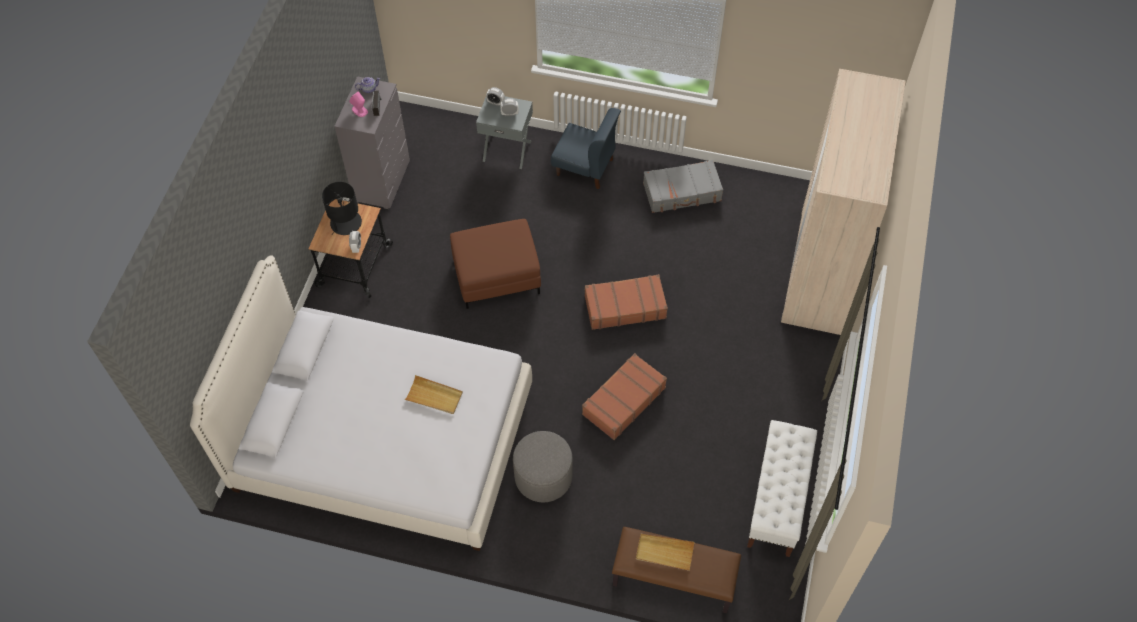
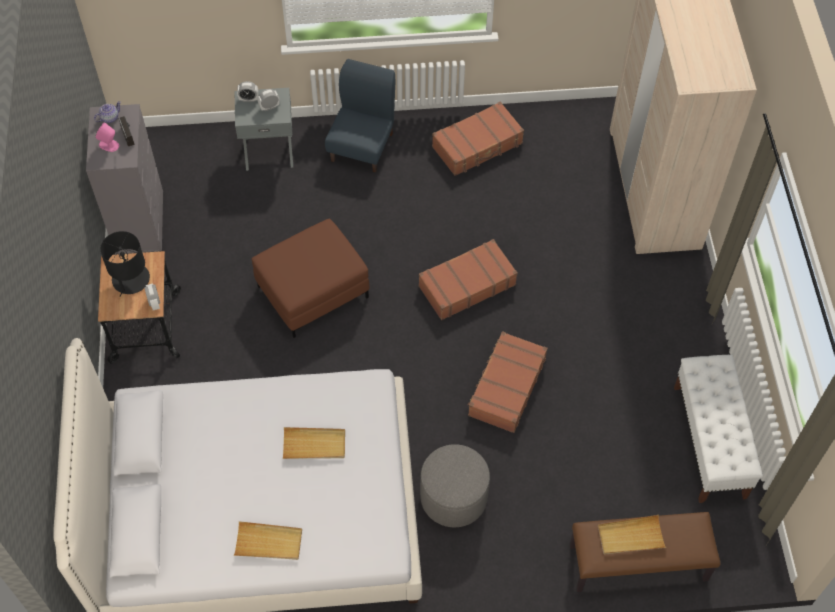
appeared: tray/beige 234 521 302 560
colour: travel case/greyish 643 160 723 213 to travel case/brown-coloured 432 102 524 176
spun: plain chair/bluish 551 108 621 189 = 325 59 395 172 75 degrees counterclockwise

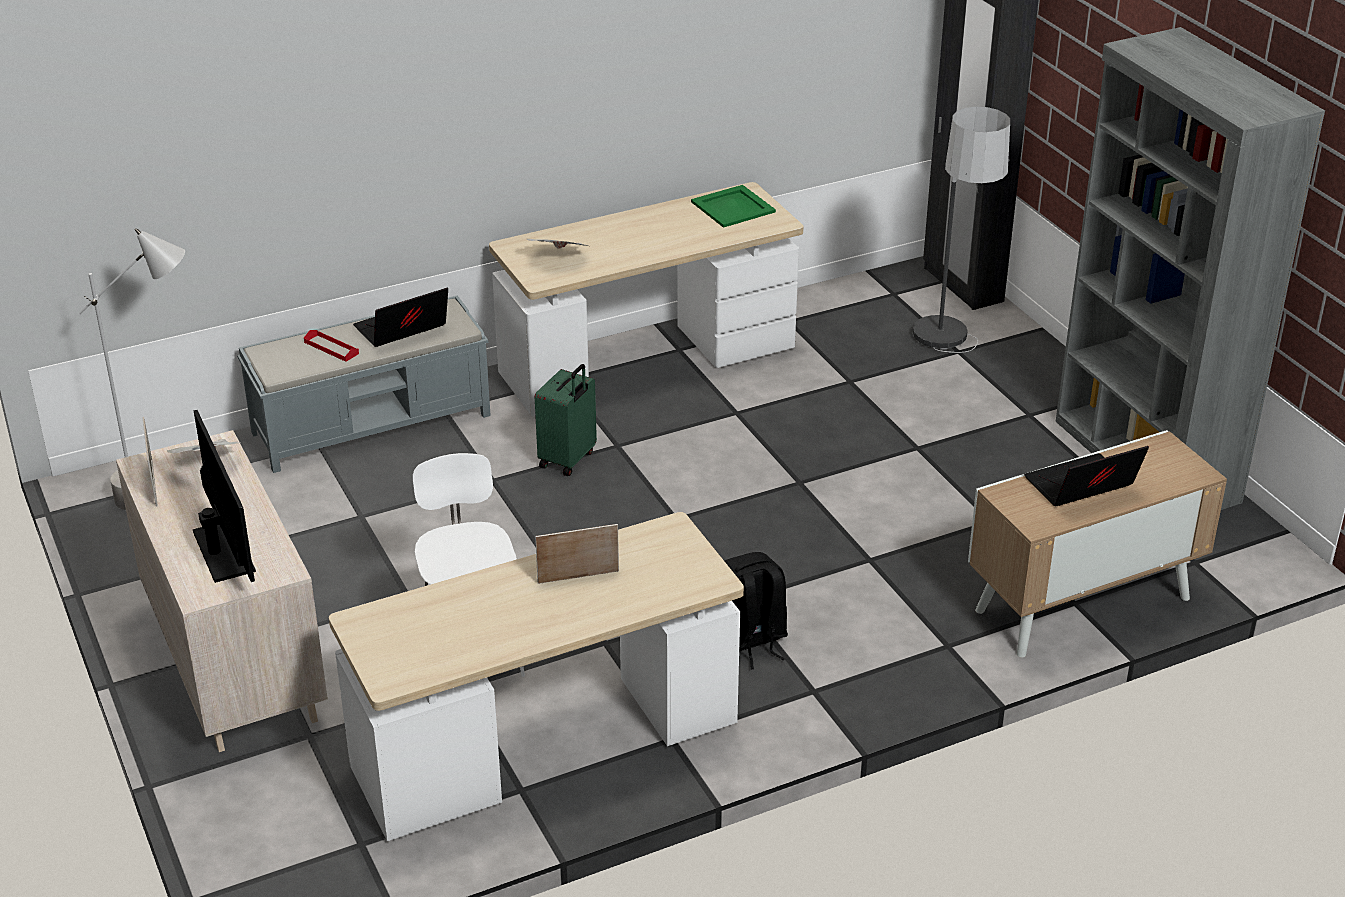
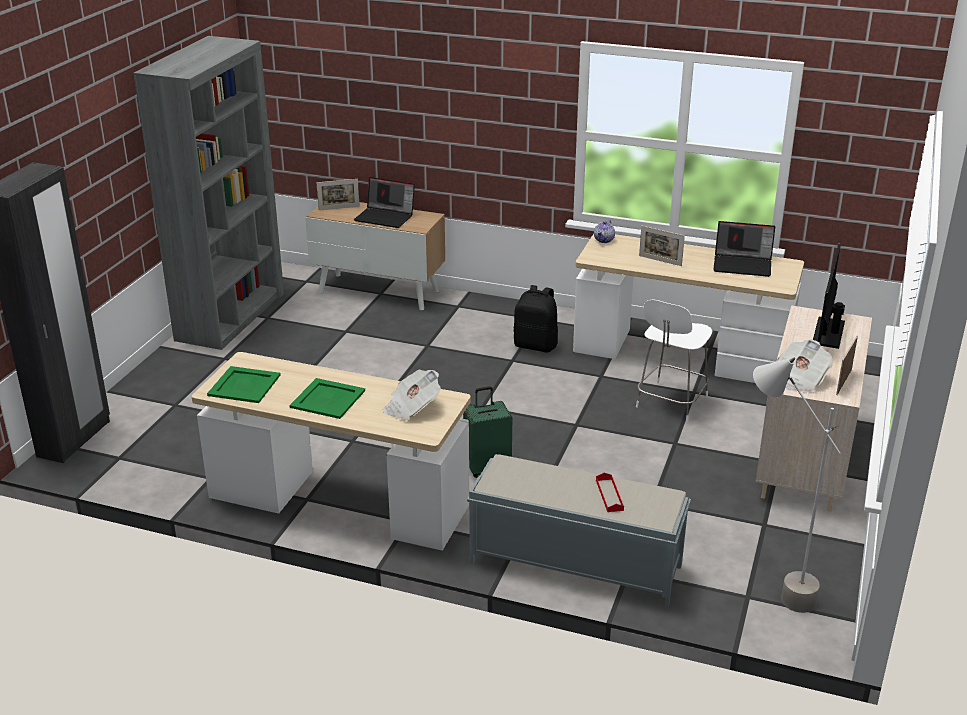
missing: floor lamp 913 107 1010 353
appeared: tray/green-coloured 289 378 365 419; photo frame 317 179 359 210; teapot 594 220 615 243
relocated: laptop 353 288 448 347 to 713 221 775 277

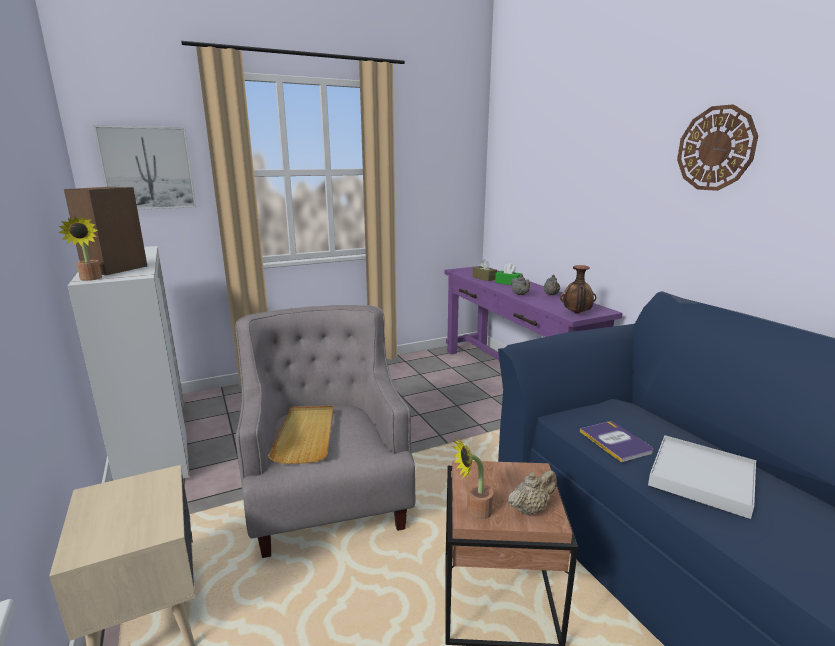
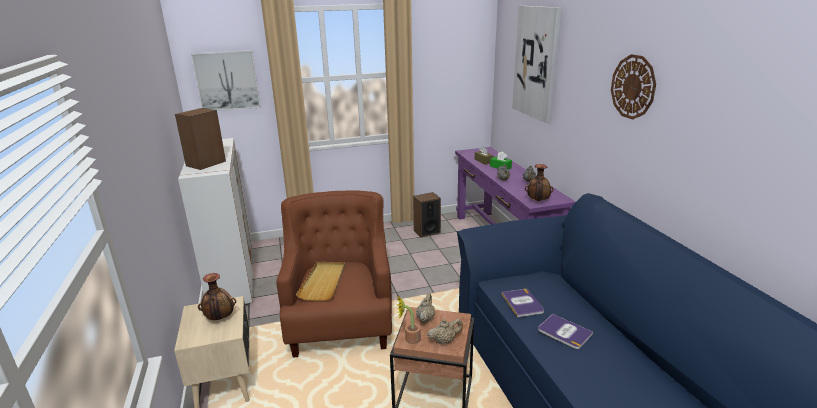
missing: houseplant 58 216 102 281
appeared: decorative vase 198 273 236 320; audio speaker 413 192 441 238; teapot/beige 416 293 435 323; picture 512 6 561 123
exchanged: tray/whitish 648 435 756 519 to book 538 314 593 349
colour: easy chair/greyish 235 305 415 558 to easy chair/brown-coloured 276 190 392 358

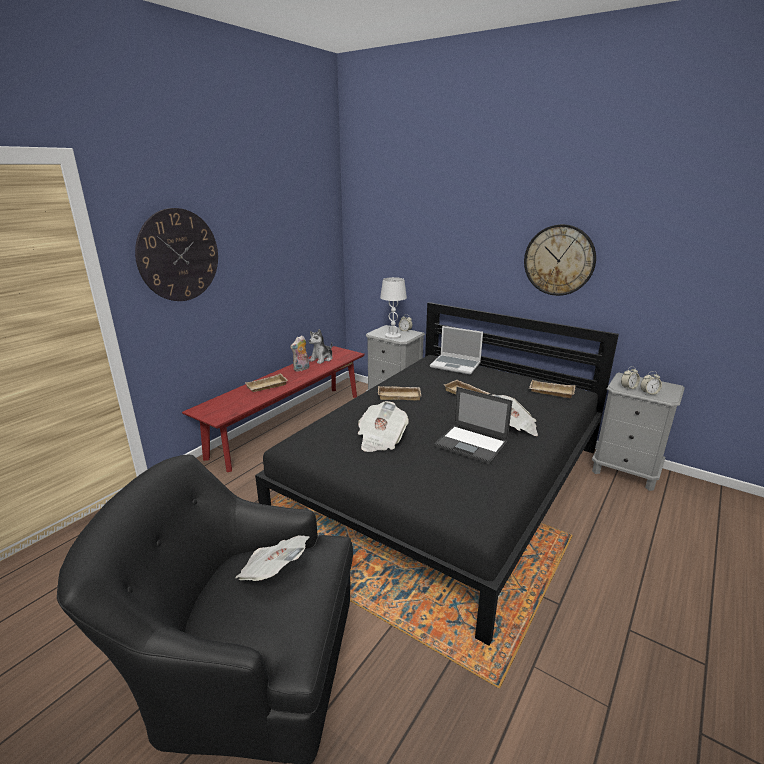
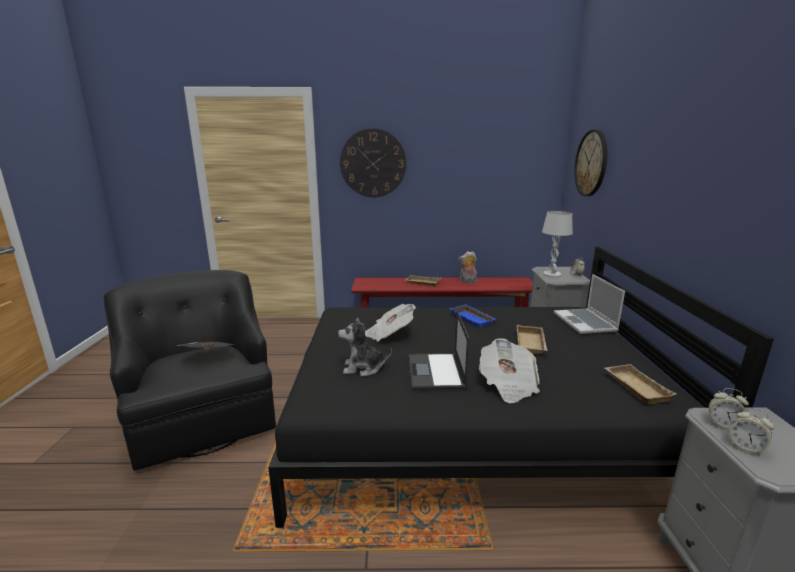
relocated: plush toy 309 329 333 364 to 338 318 392 377; clock on the wall 524 224 596 296 to 574 129 607 196
colour: tray/beige 378 386 421 400 to tray/bluish 450 304 496 328

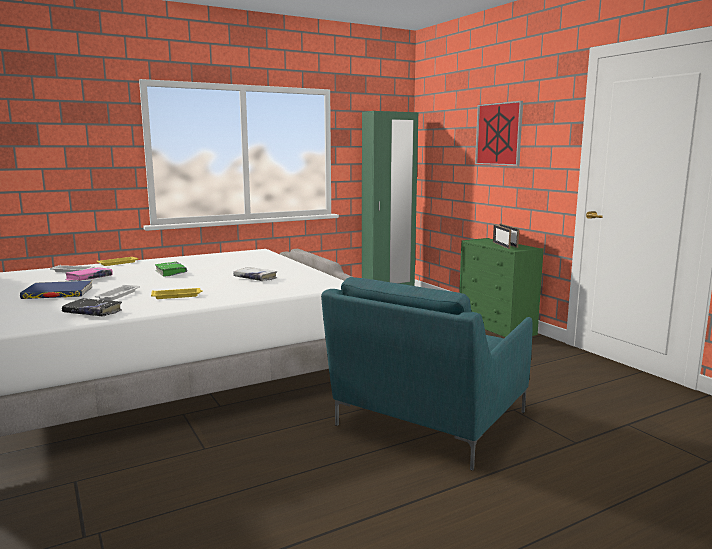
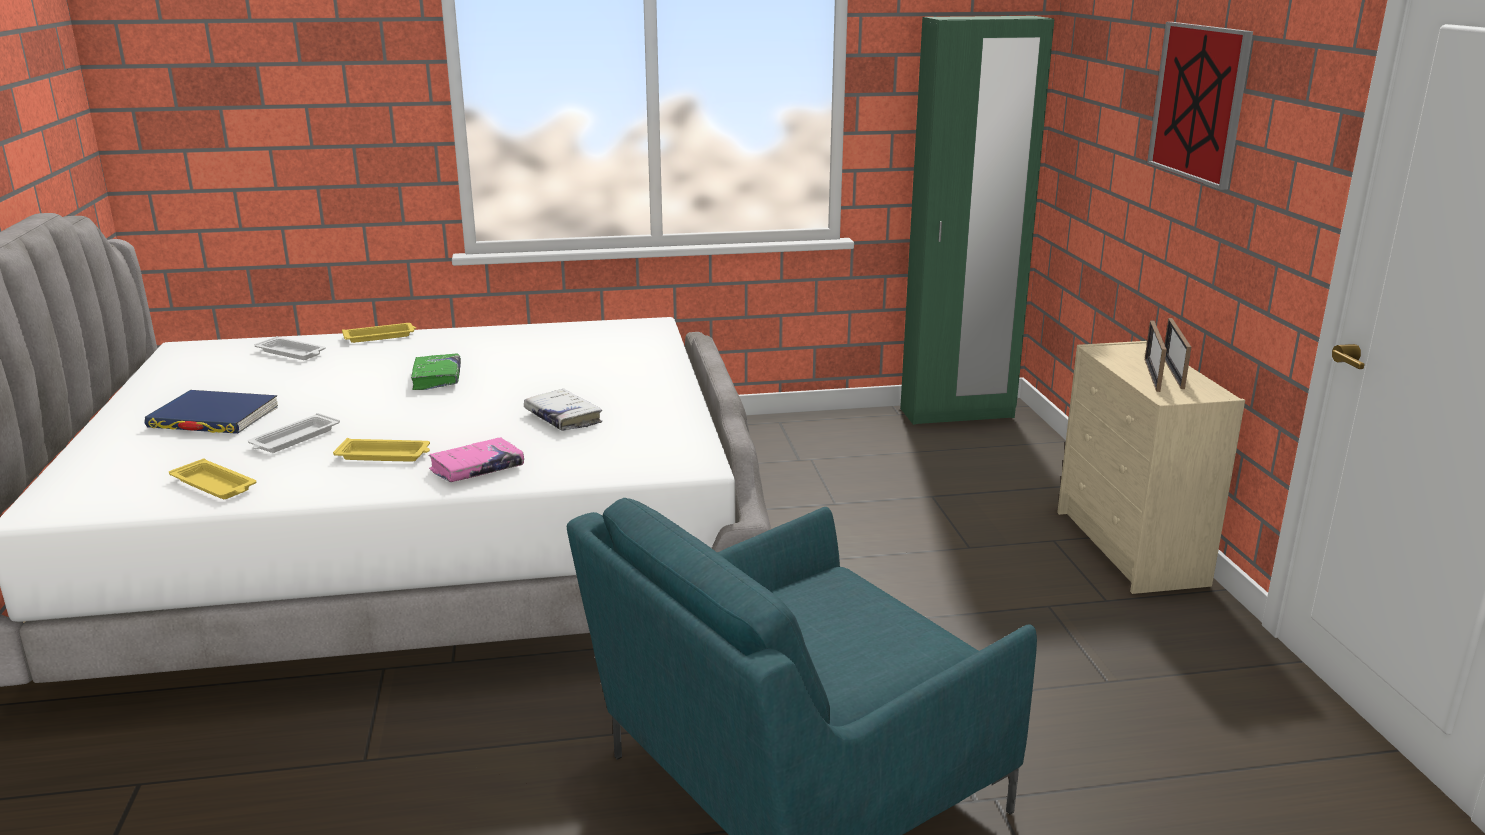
relocated: book/pink 65 267 113 281 to 428 437 524 482
exchanged: book/black 62 298 122 316 to tray/yellow 169 458 256 499
colour: dresser/green-coloured 459 238 544 337 to dresser/beige 1057 341 1245 594

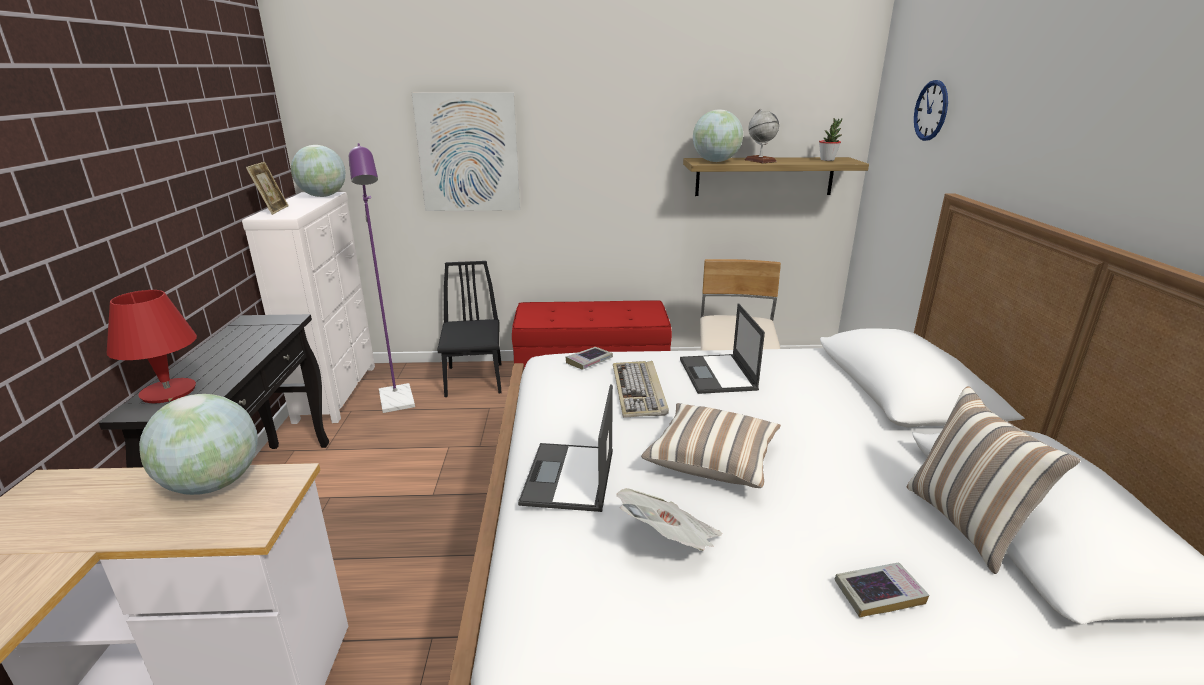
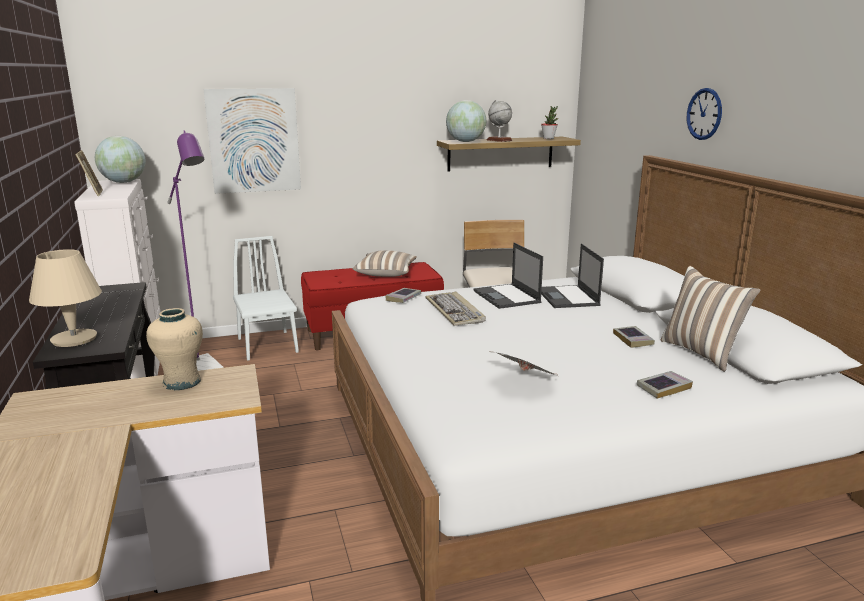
appeared: book 613 326 655 348
relocated: laptop 518 384 613 512 to 541 244 604 308; throw pillow 641 403 781 488 to 353 250 417 277; clock on the wall 914 80 948 141 to 687 88 722 140
exchanged: world globe 139 394 258 495 to decorative vase/beige 146 308 203 390
colour: table lamp/red-coloured 107 290 197 403 to table lamp/beige 29 249 102 347; plain chair/black 437 261 501 397 to plain chair/whitish 233 236 299 361

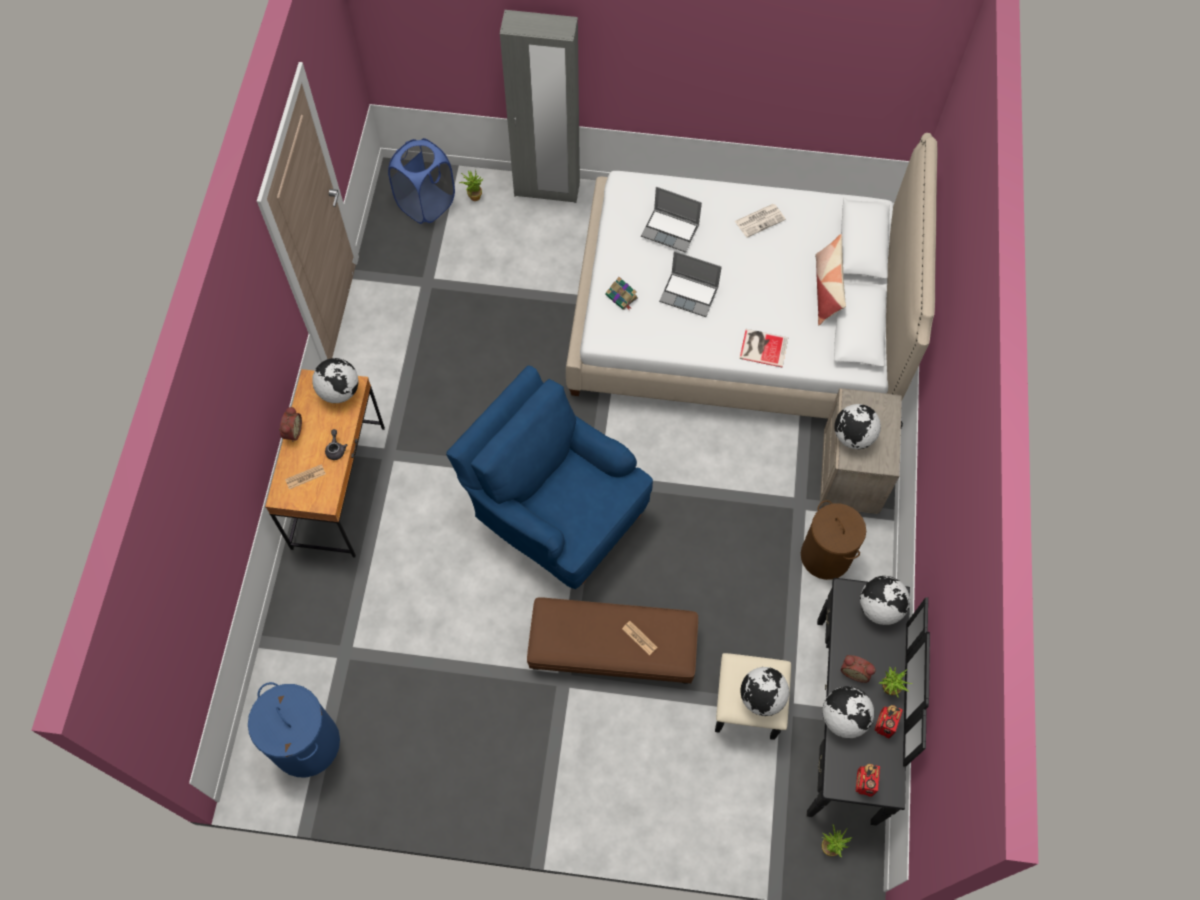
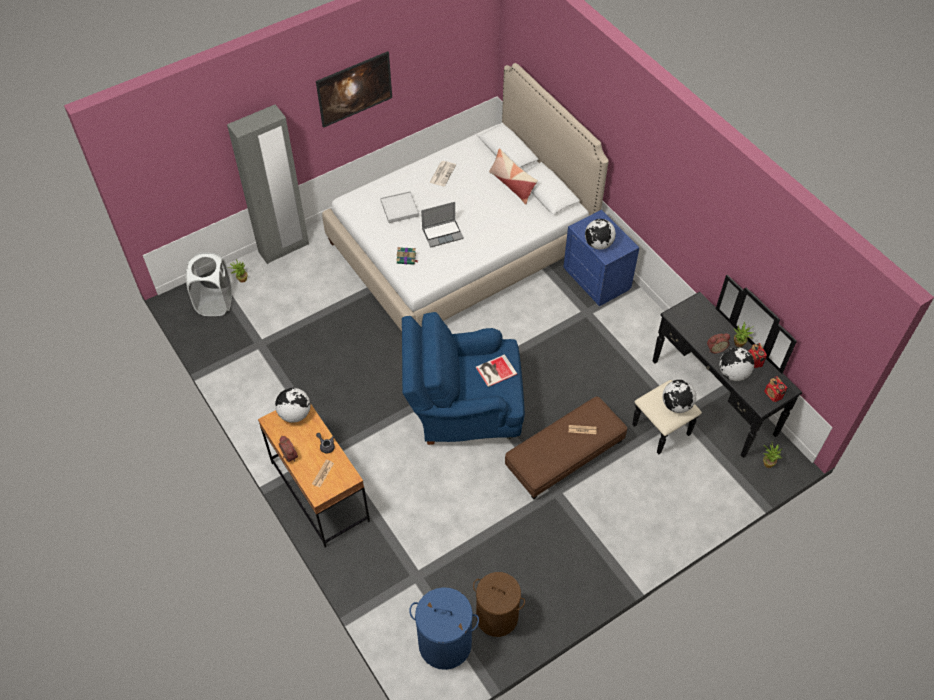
missing: world globe 860 576 910 625
appeared: picture 316 51 392 128
relocated: book 739 329 789 368 to 476 354 517 387; laundry basket/brown-coloured 801 500 866 580 to 473 572 525 637
exchanged: laptop 641 186 702 253 to tray/whitish 380 191 419 223
colour: laundry basket/bluish 388 138 455 224 to laundry basket/whitish 186 253 232 316; bedside table/beige 820 388 903 514 to bedside table/bluish 563 209 640 306

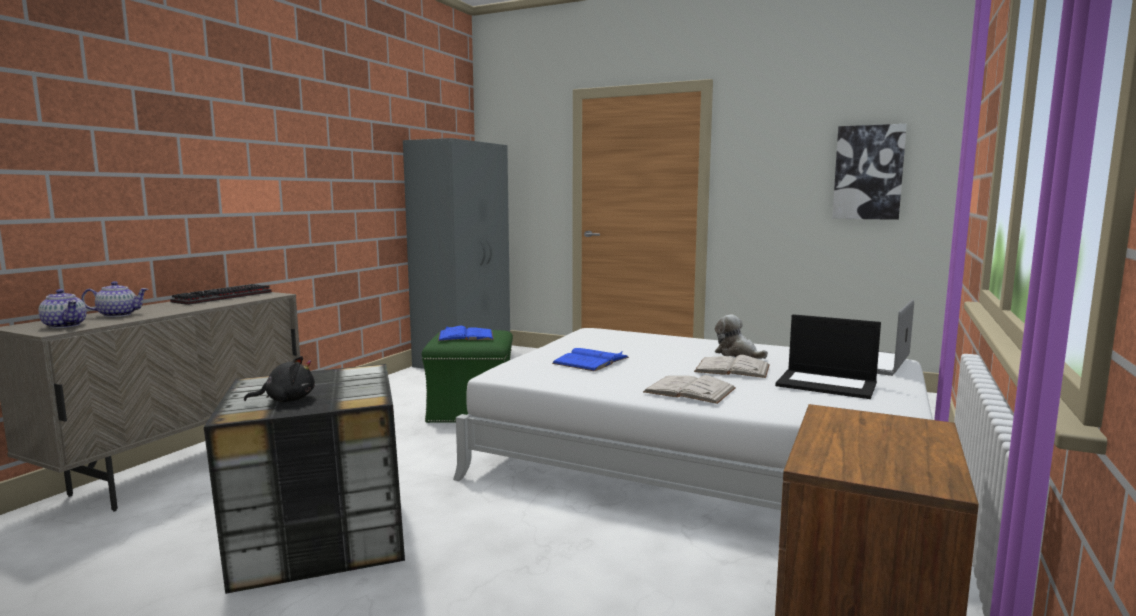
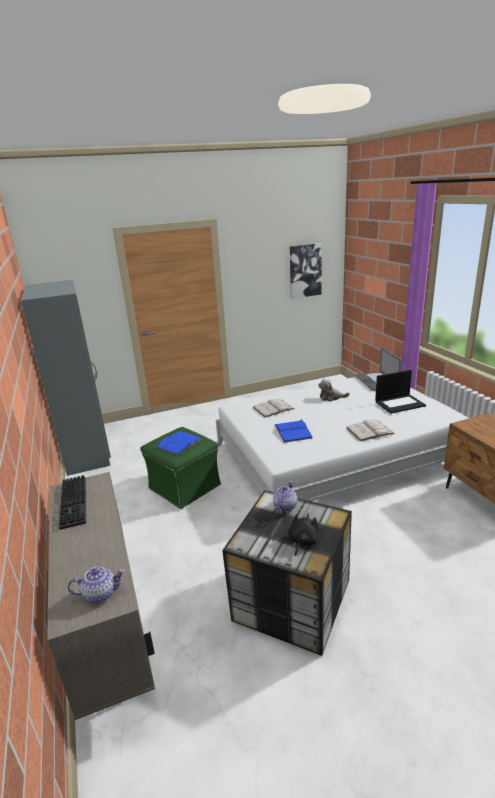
relocated: teapot 81 281 148 317 to 273 481 297 513; book/whitish 694 355 770 378 to 253 399 294 417

